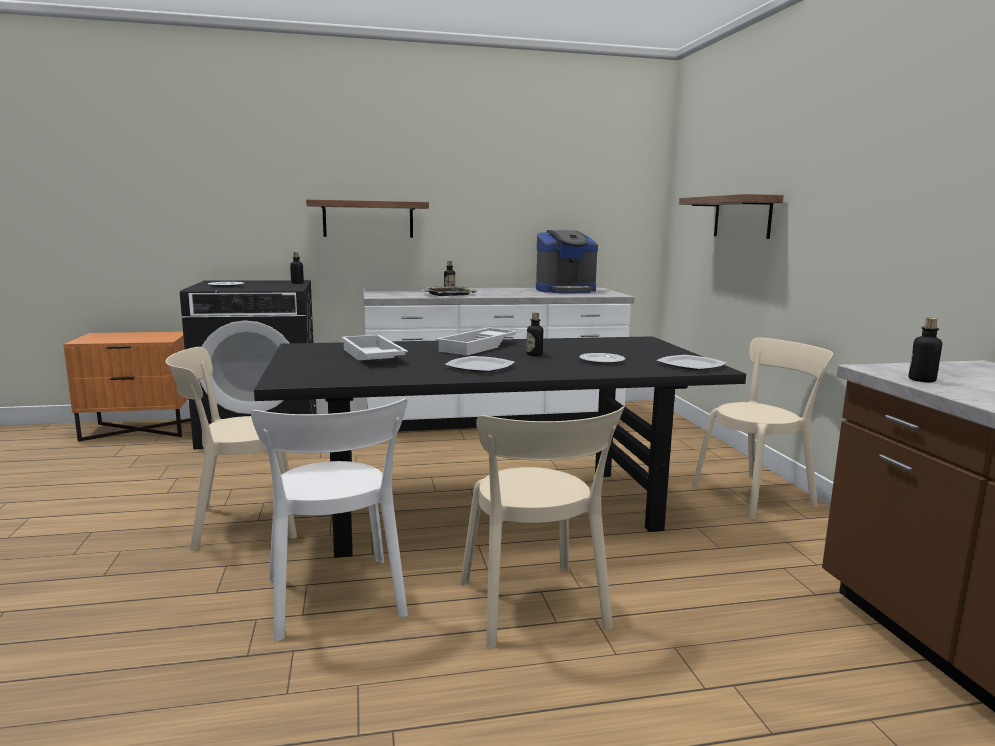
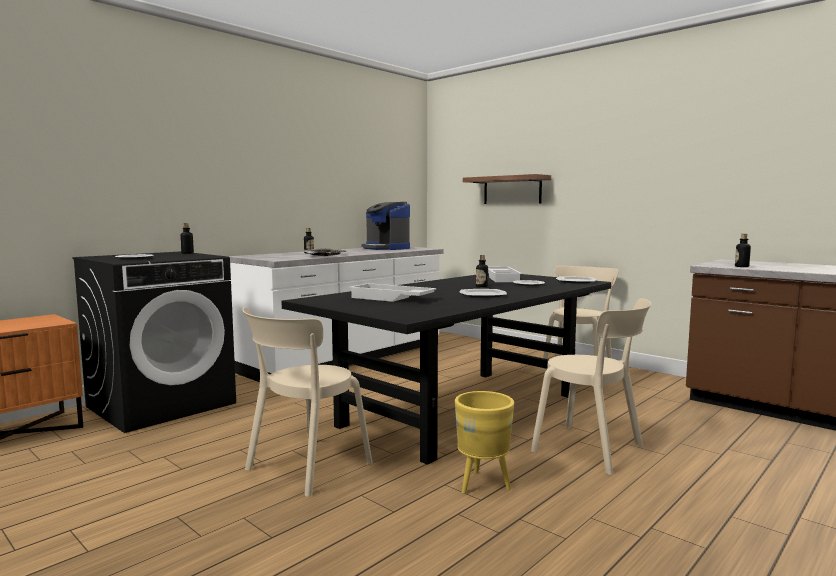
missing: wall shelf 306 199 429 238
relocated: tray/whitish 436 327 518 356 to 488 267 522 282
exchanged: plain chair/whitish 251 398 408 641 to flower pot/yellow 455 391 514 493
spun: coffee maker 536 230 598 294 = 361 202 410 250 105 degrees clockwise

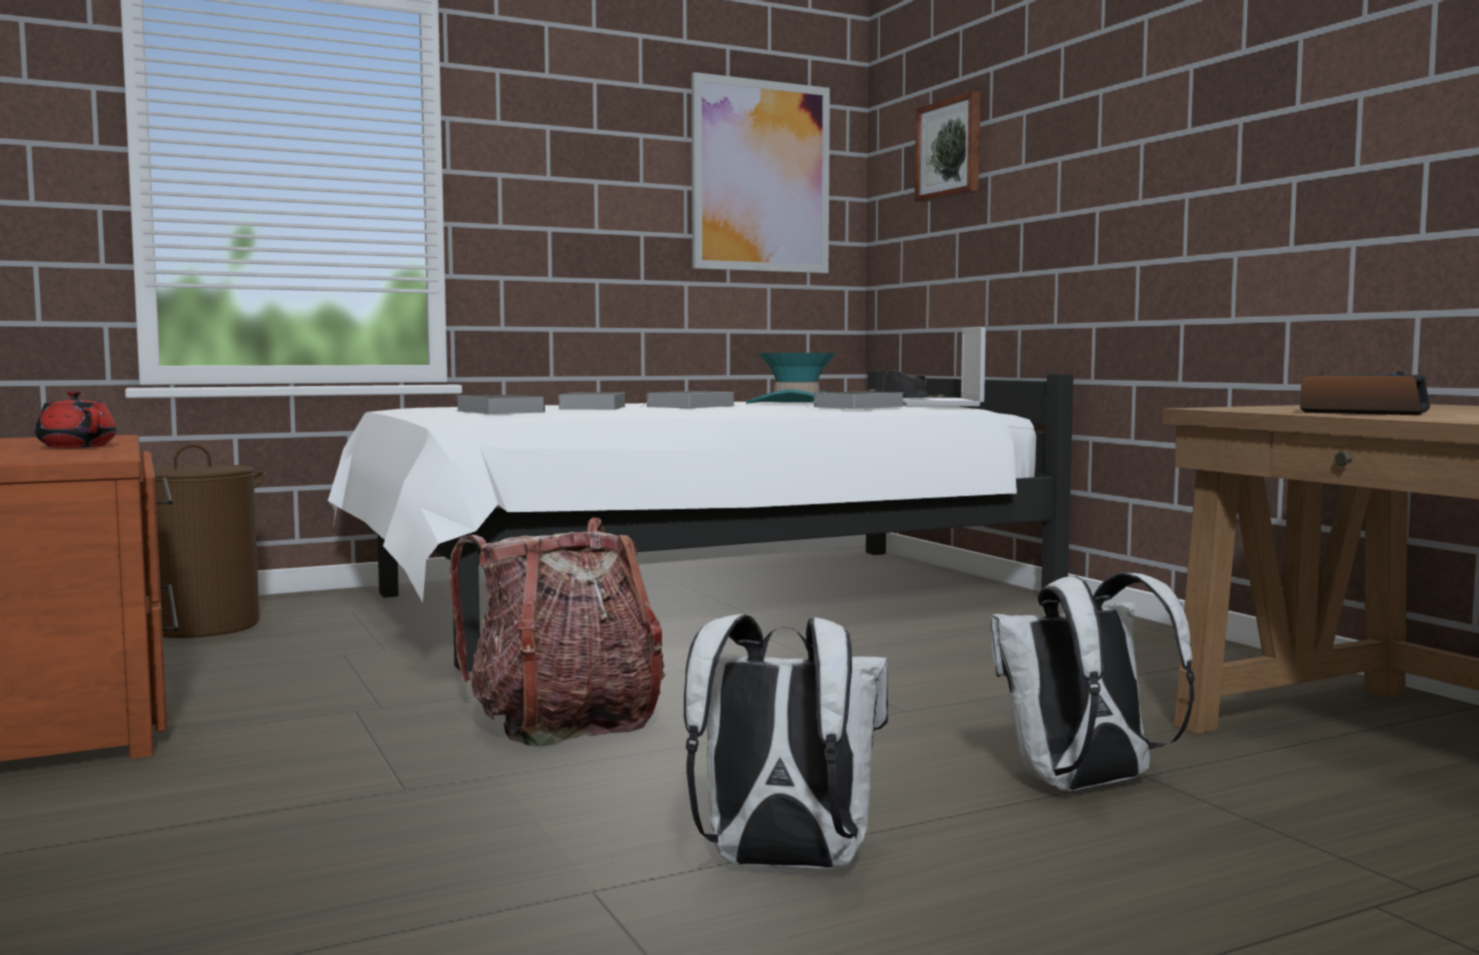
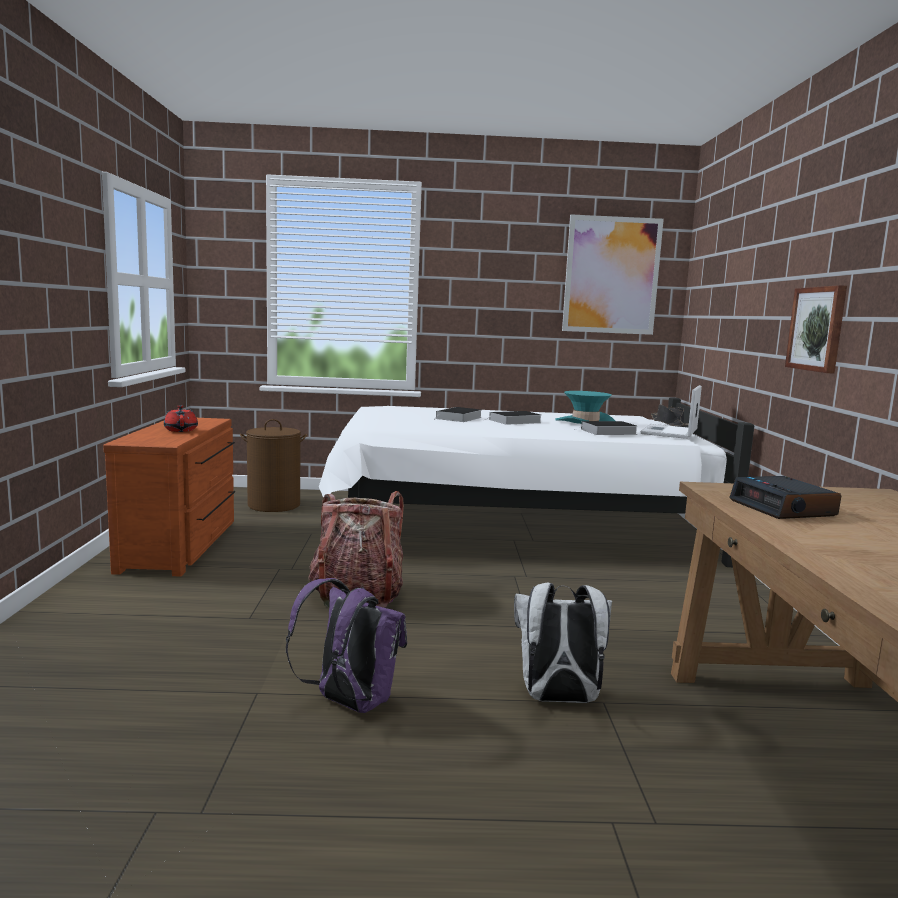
missing: book 457 395 545 414
relocated: picture 915 91 981 202 to 785 285 847 373
colour: backpack/whitish 684 614 888 869 to backpack/purplish 286 578 407 713
spun: table clock 1300 372 1430 415 = 729 476 841 519 105 degrees clockwise

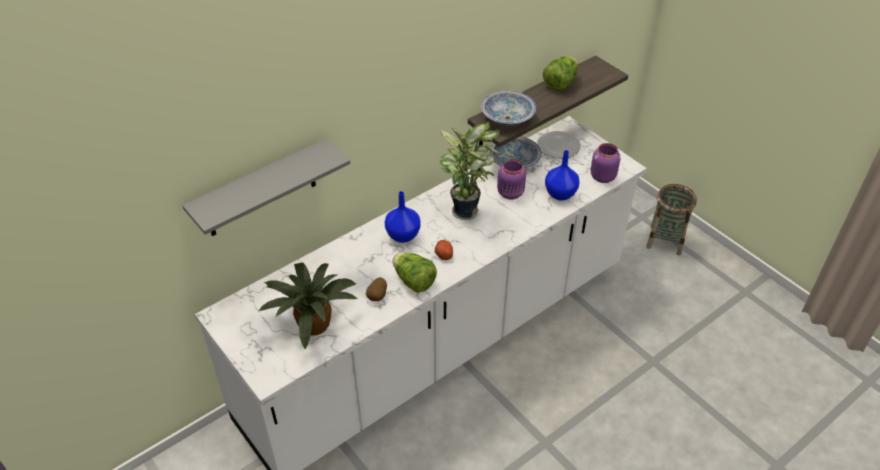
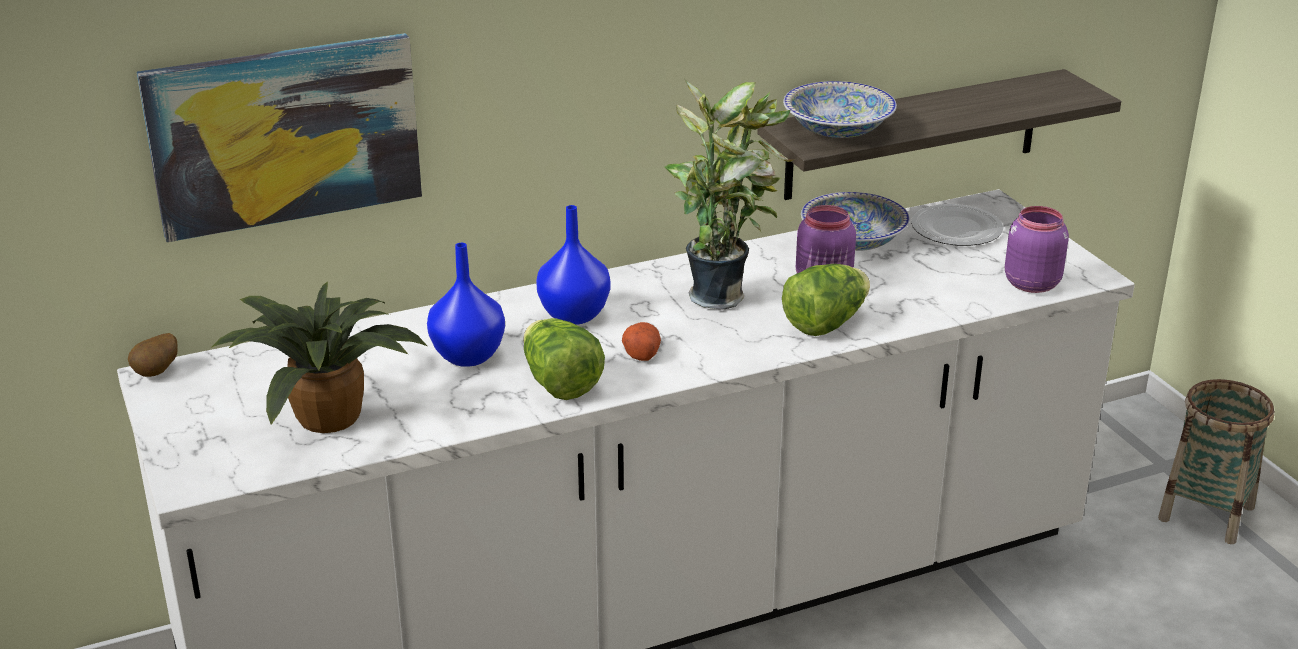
relocated: spud 366 277 387 301 to 128 333 178 377; head of lettuce 543 56 578 91 to 782 264 870 336; decorative vase/bluish 545 150 580 200 to 427 243 505 367
exchanged: wall shelf/greyish 182 139 350 236 to picture 137 33 422 242

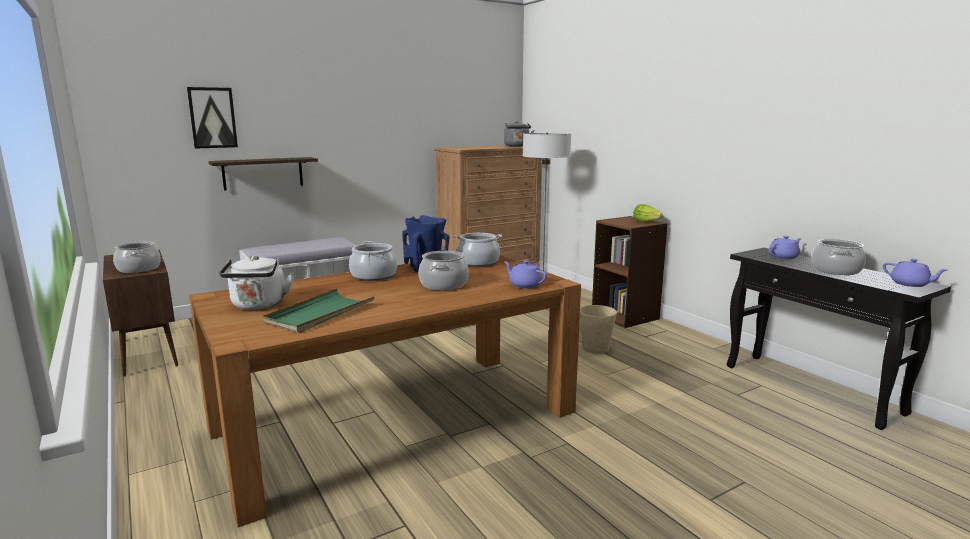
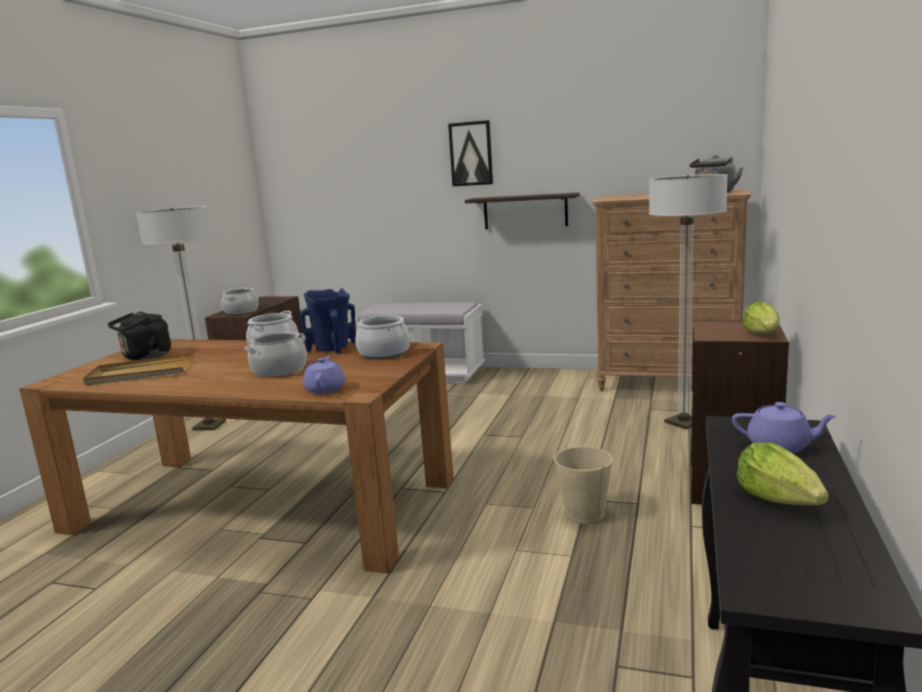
missing: teapot/purplish 883 259 947 287
appeared: floor lamp 136 206 226 430
relocated: picture 187 87 238 149 to 448 120 493 186; wall shelf 208 157 318 191 to 465 192 580 229
exchanged: cooking pot 812 239 866 275 to head of lettuce 737 442 829 505
colour: water kettle/whitish 219 255 294 310 to water kettle/black 108 312 171 360; tray/green-coloured 262 288 375 333 to tray/beige 83 353 194 386

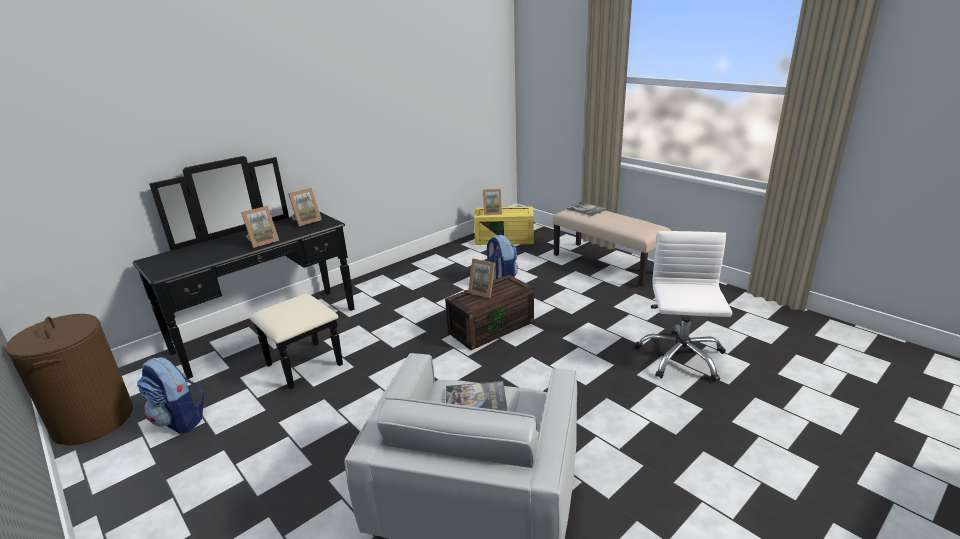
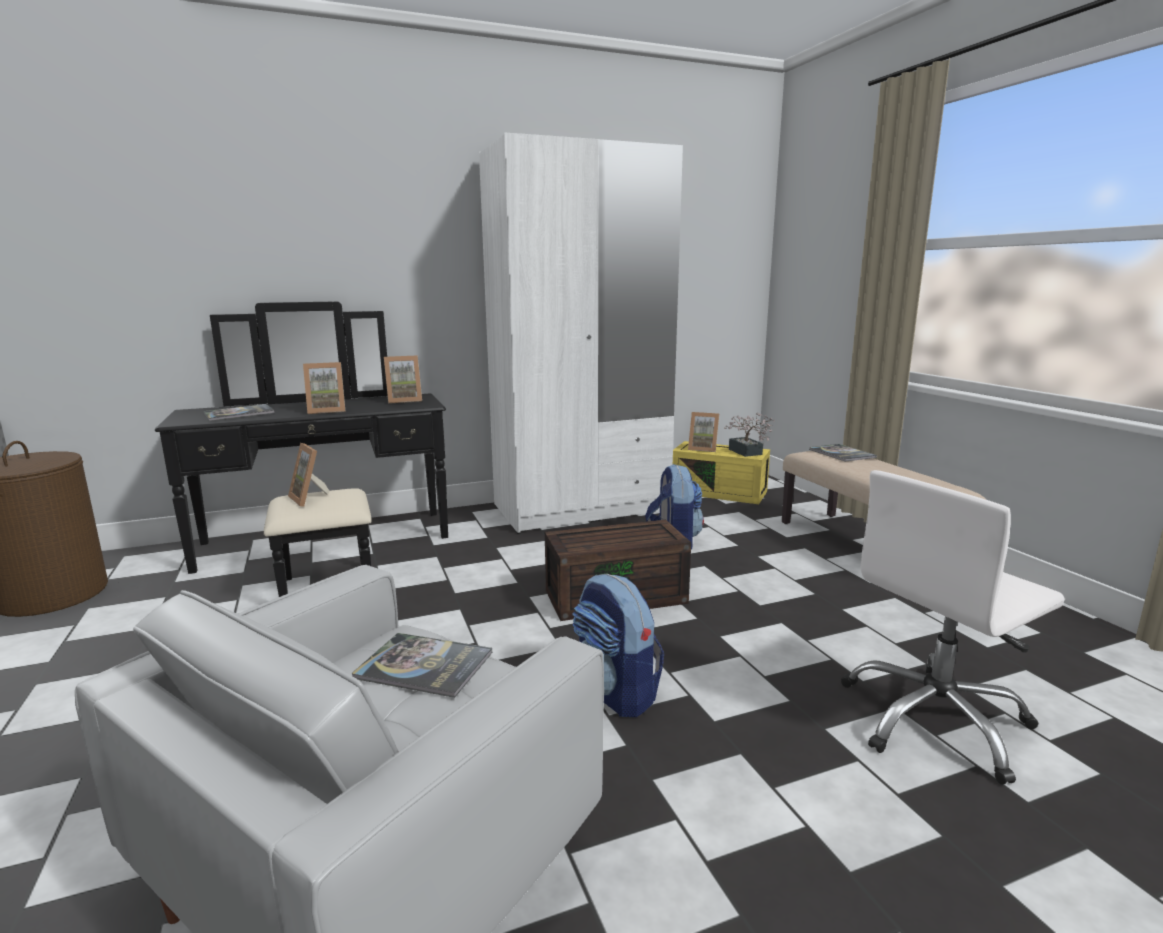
appeared: book 203 404 275 421; wardrobe/whitish 479 132 683 534; houseplant 724 413 775 457
relocated: backpack 137 357 204 434 to 572 574 664 717; photo frame 468 259 495 298 to 288 443 329 507
spun: office chair/whitish 635 231 732 382 = 841 470 1065 785 150 degrees counterclockwise

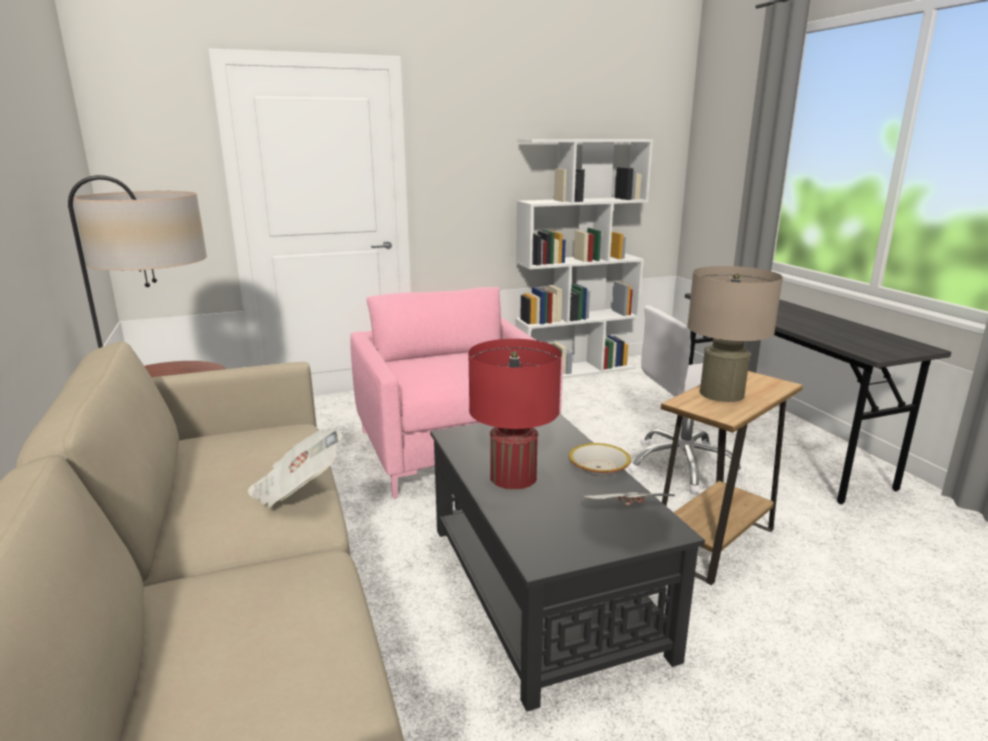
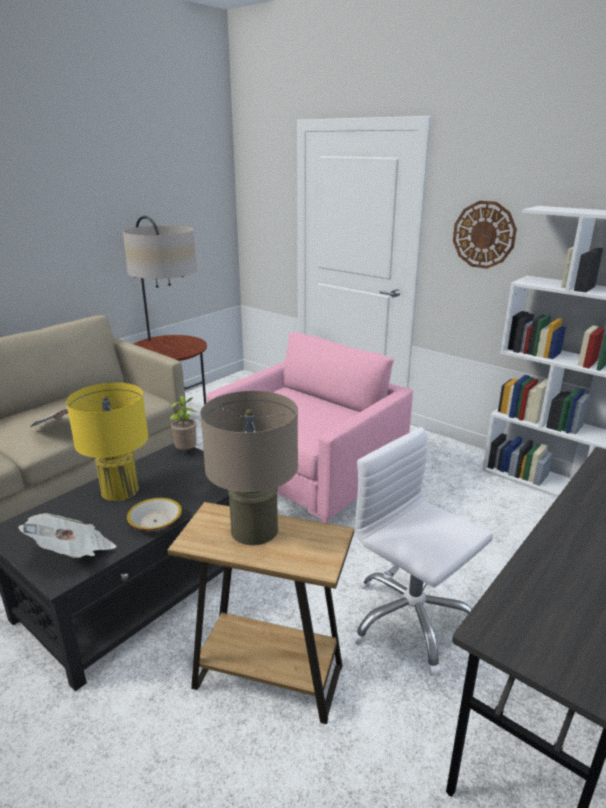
appeared: houseplant 169 396 197 450; clock on the wall 453 201 517 269
colour: table lamp/red-coloured 468 339 562 490 to table lamp/yellow 66 383 148 501

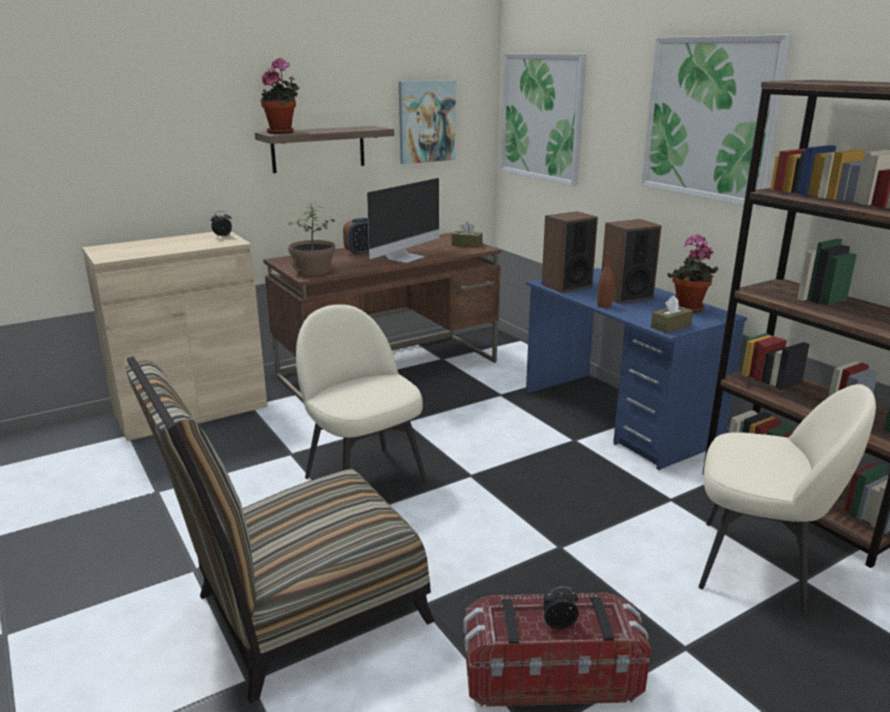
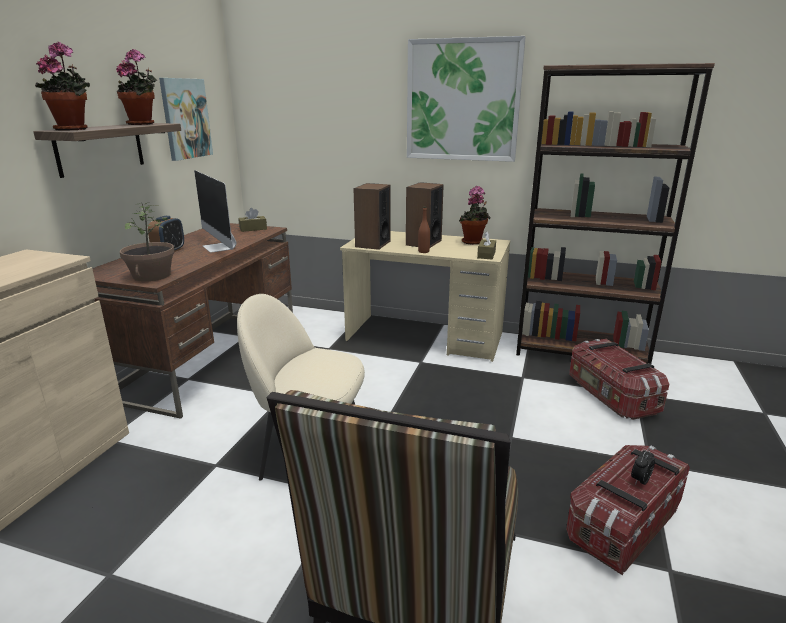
missing: table clock 211 211 232 237; picture 501 54 587 186
appeared: houseplant 116 49 157 125
exchanged: plain chair/beige 698 384 876 614 to storage container 569 339 669 420
colour: desk table/bluish 526 268 747 470 to desk table/beige 340 231 510 362
spun: computer screen 367 178 439 263 = 194 170 237 253 150 degrees clockwise

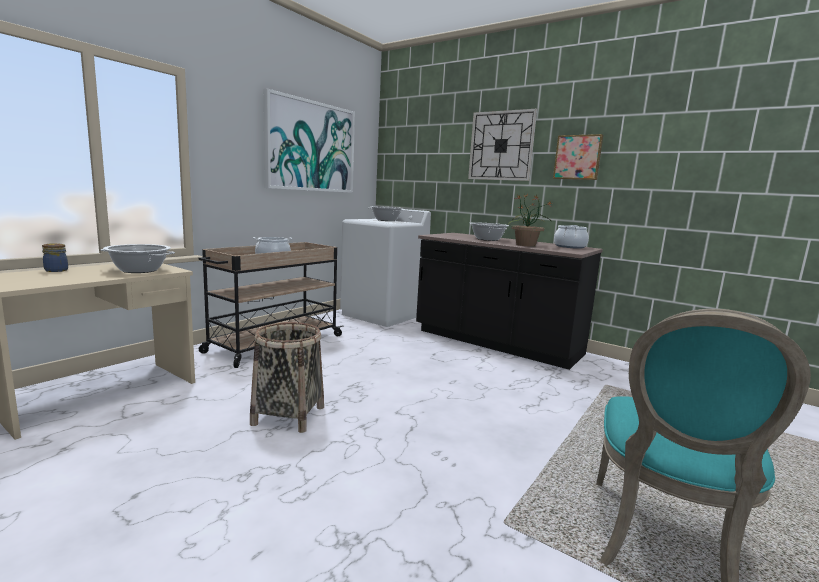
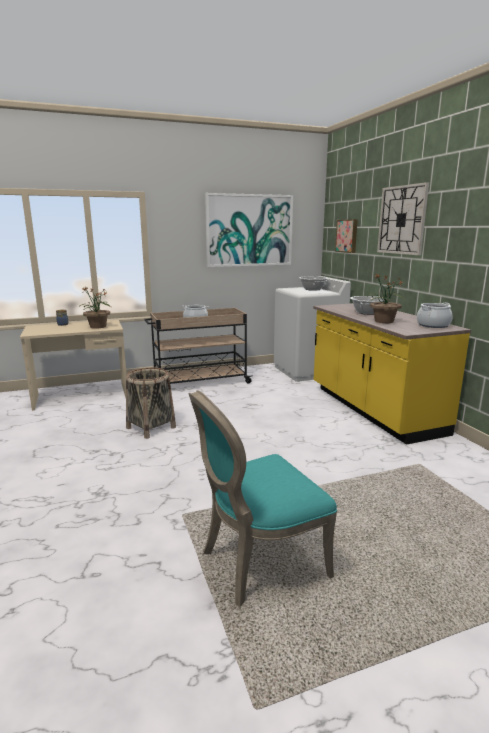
relocated: picture 553 134 603 180 to 335 219 358 253
exchanged: cooking pot 101 244 175 273 to houseplant 79 287 111 329
colour: kitchen counter/black 416 233 603 370 to kitchen counter/yellow 313 303 471 445

